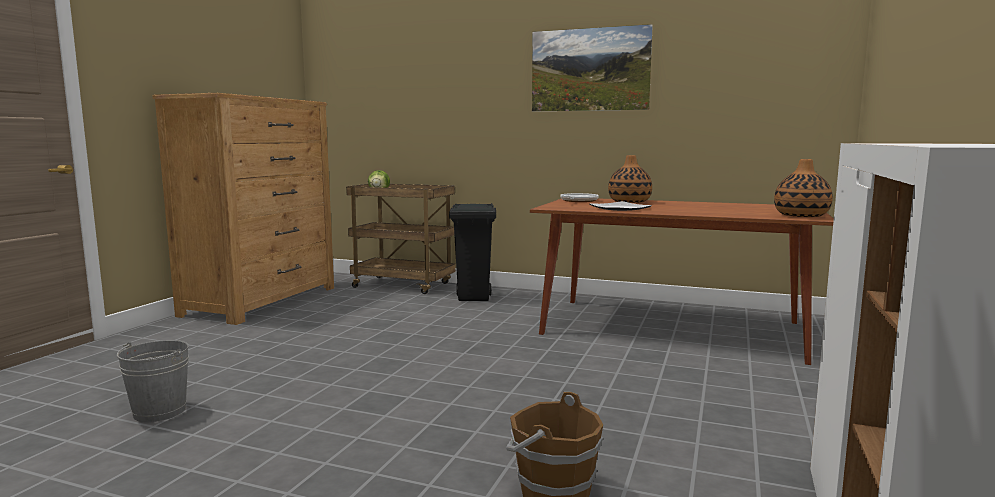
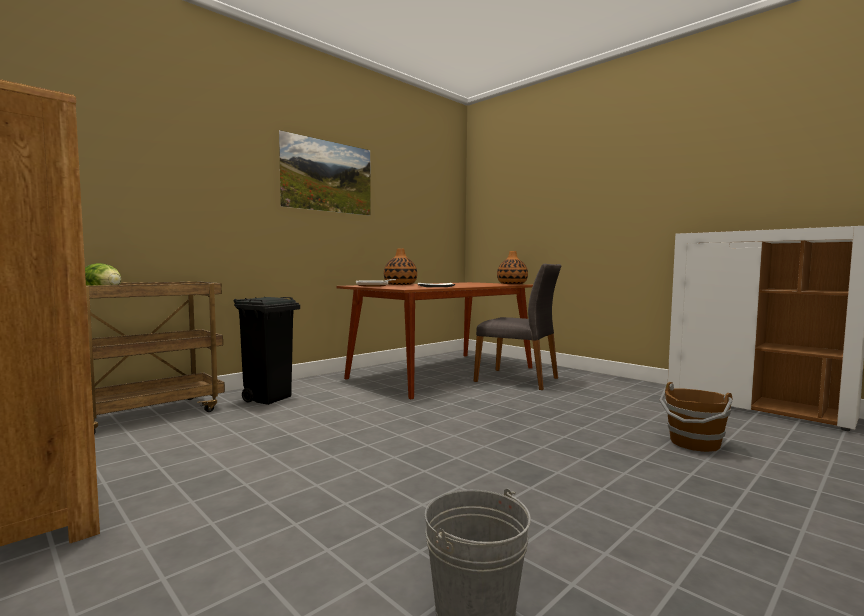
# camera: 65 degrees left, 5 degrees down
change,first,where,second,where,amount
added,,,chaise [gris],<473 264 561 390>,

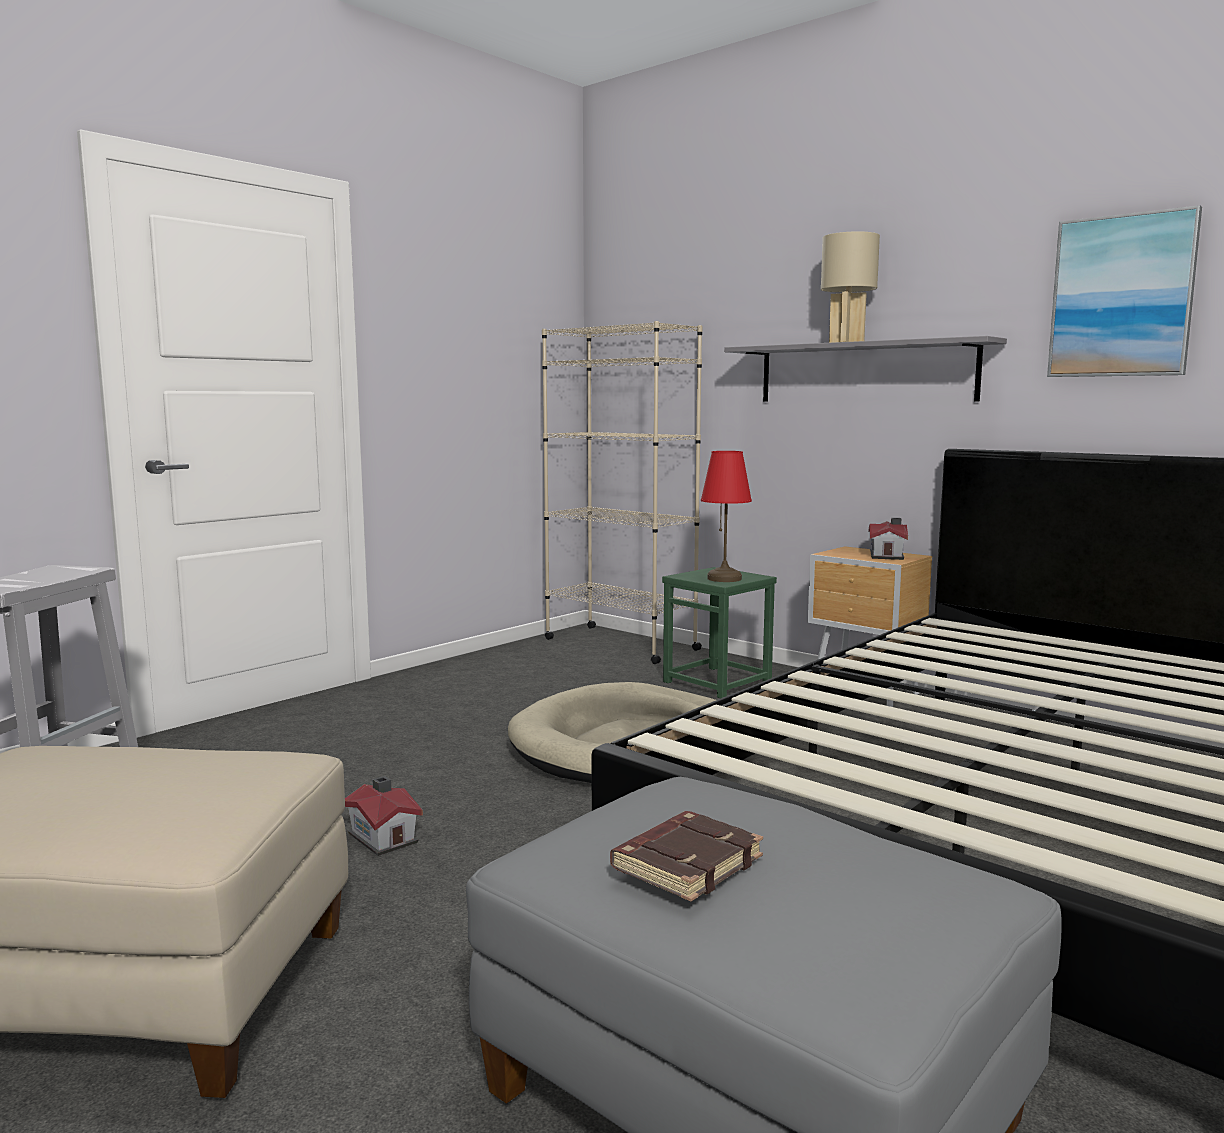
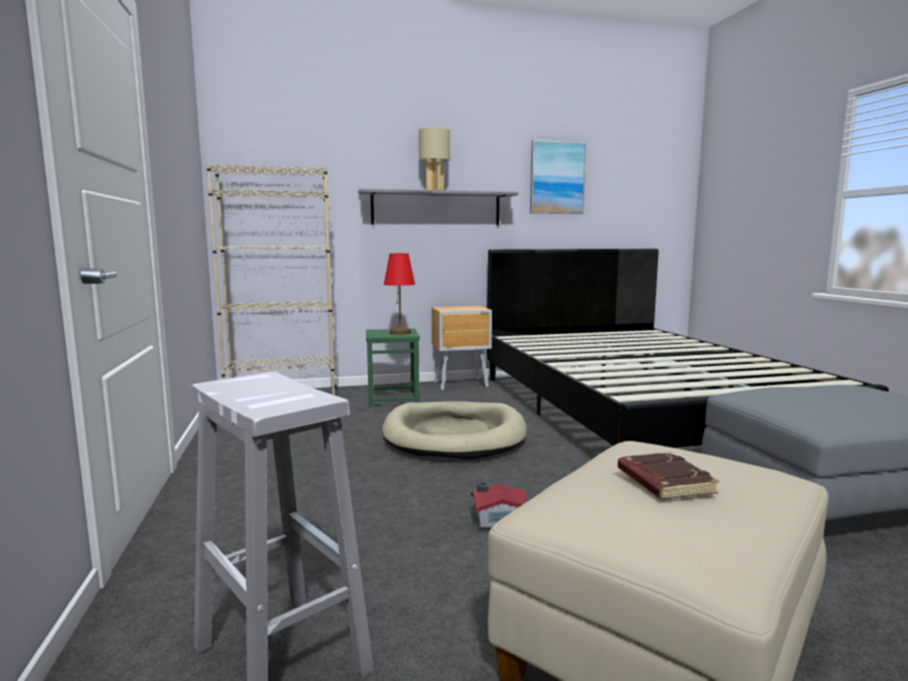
# camera: 55 degrees left, 0 degrees up
change,first,where,second,where,amount
removed,maison miniature,<869 518 908 560>,,,
moved,livre [marron],<610 811 763 901>,,<618 452 719 500>,

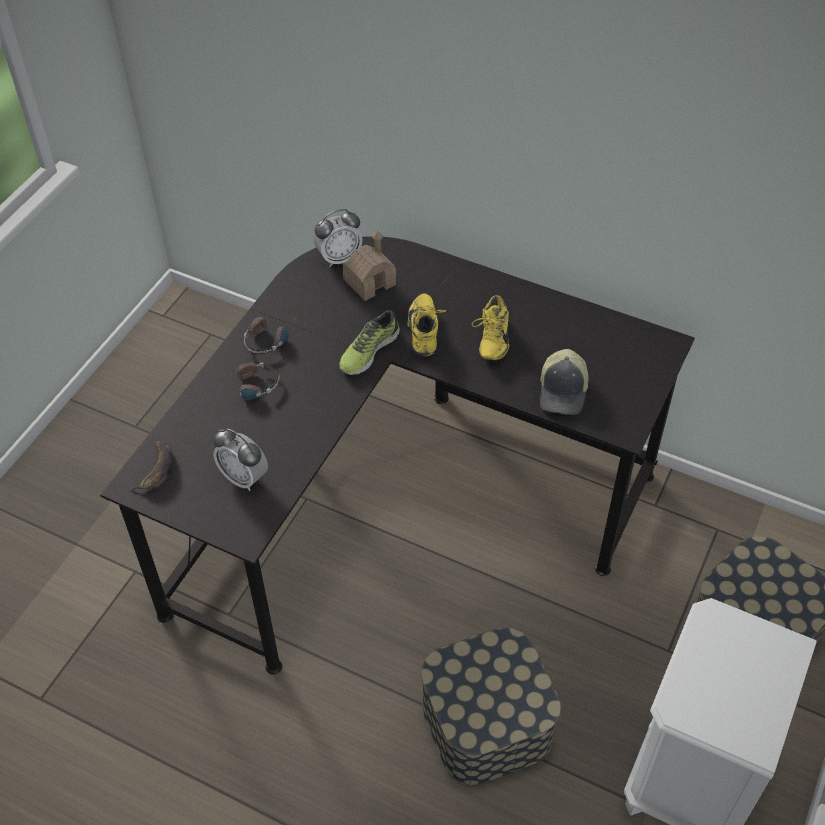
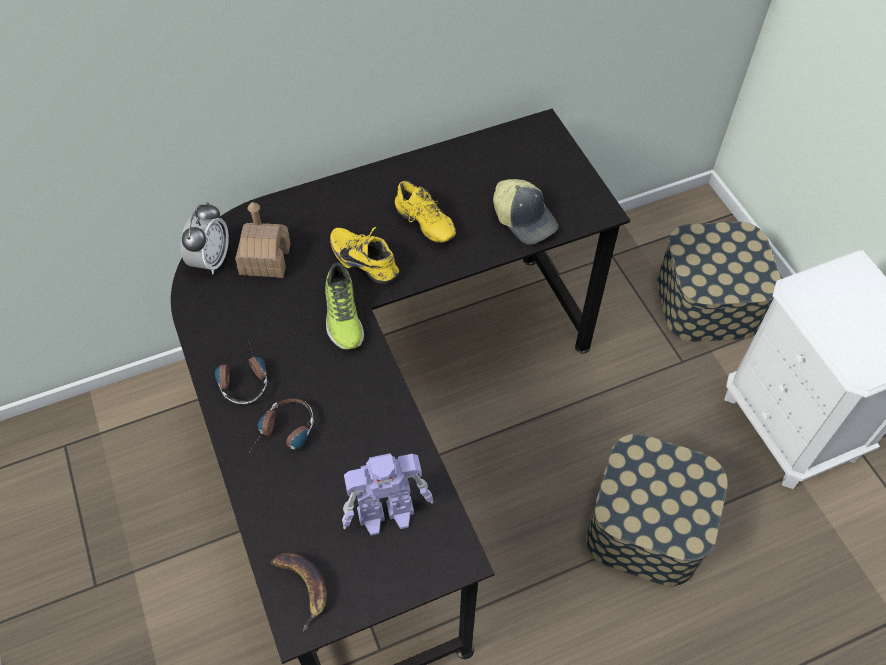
# camera: 50 degrees left, 5 degrees up
change,first,where,second,where,amount
replaced,réveil,<213 429 268 491>,robot jouet,<342 453 433 536>,

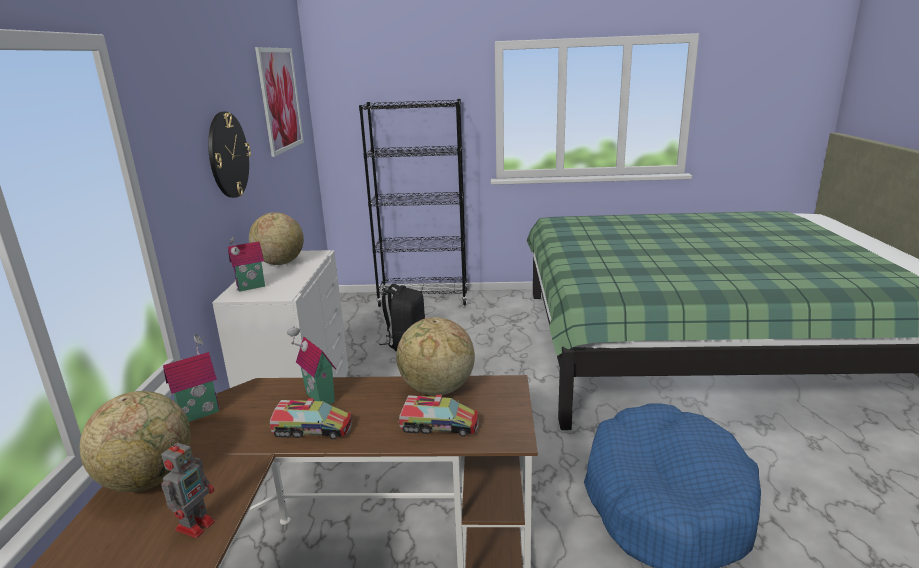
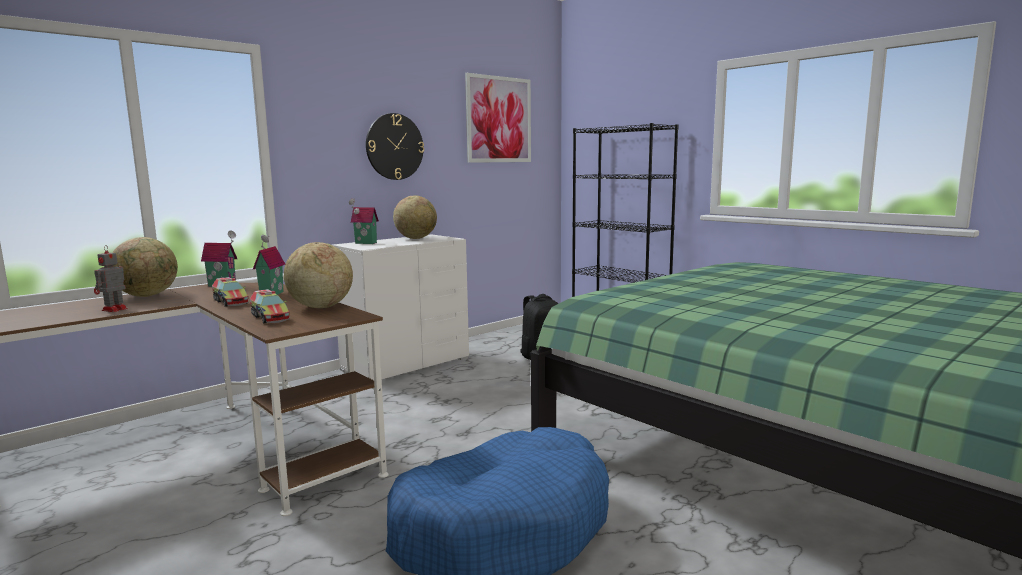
# camera: 45 degrees right, 10 degrees down
change,first,where,second,where,amount
turned,robot jouet,<161 438 215 538>,,<94 245 128 312>,135 degrees clockwise

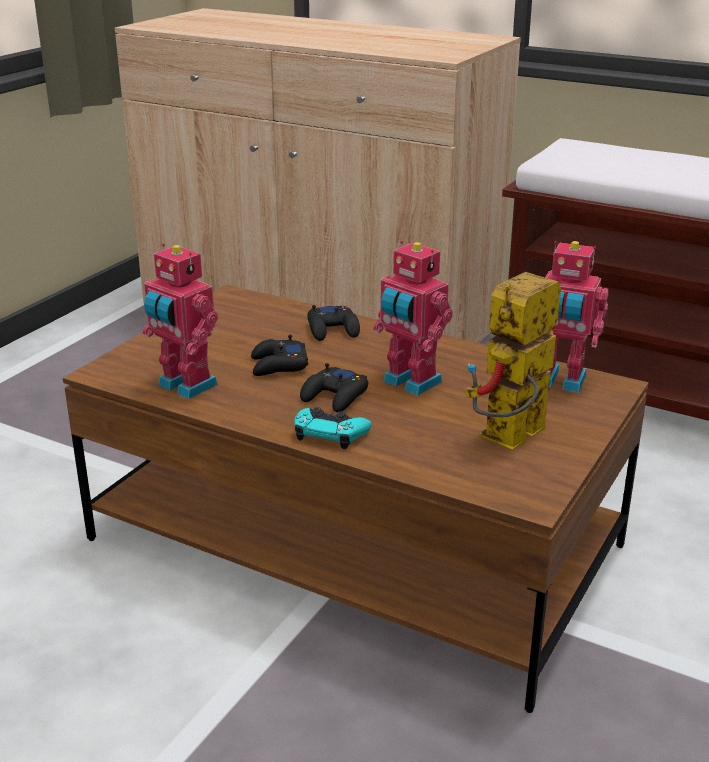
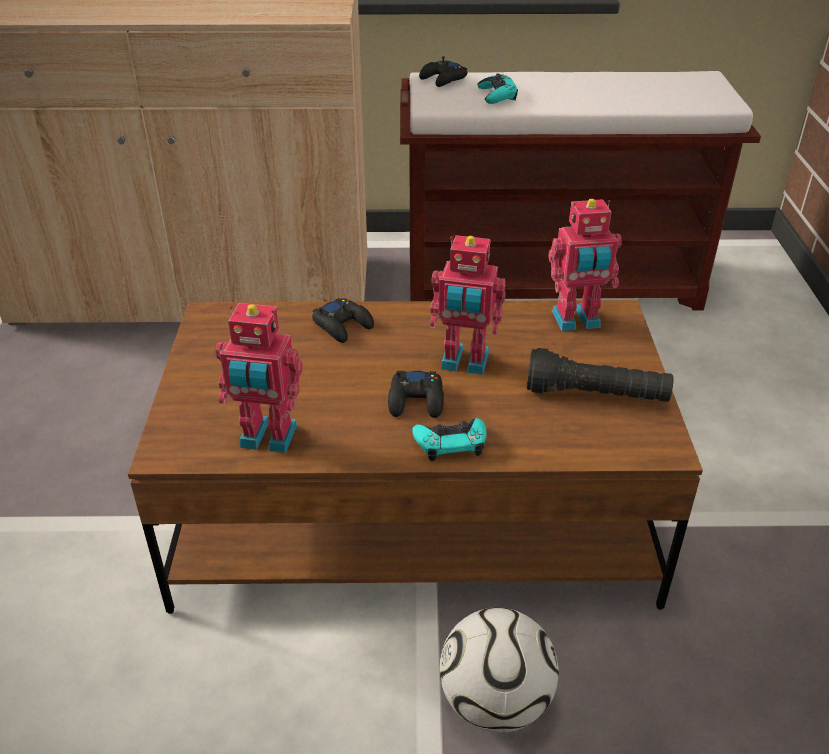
# camera: 30 degrees left, 10 degrees up
change,first,where,second,where,amount
added,,,ballon de foot,<440 607 559 733>,
added,,,manette [turquoise],<478 74 518 104>,
moved,manette [noir],<251 335 308 376>,,<419 56 467 87>,
replaced,robot jouet,<465 272 561 449>,lampe de poche [noir],<527 348 673 402>,

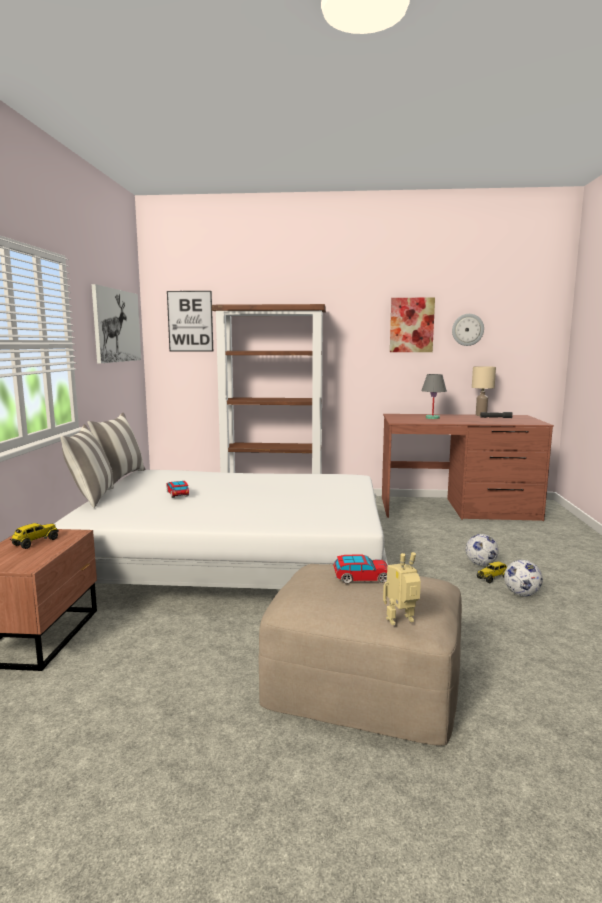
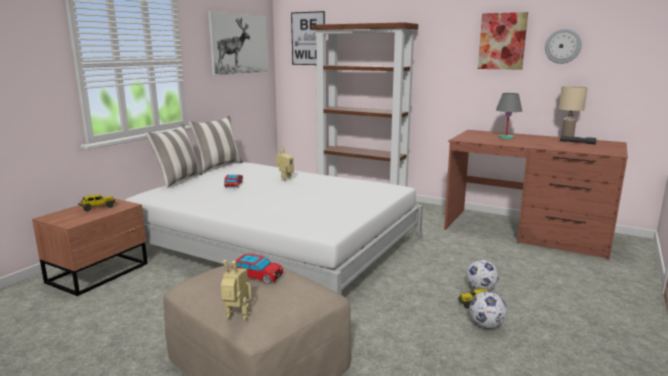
# camera: 25 degrees right, 5 degrees up
change,first,where,second,where,amount
added,,,robot jouet,<276 146 294 181>,

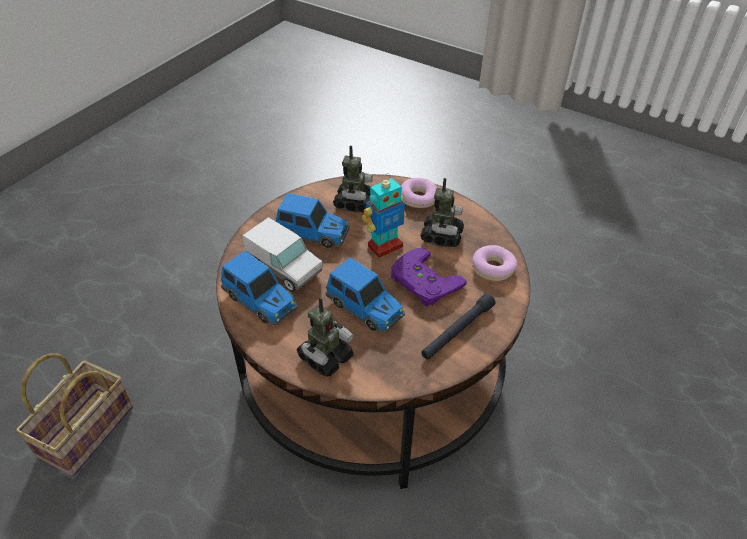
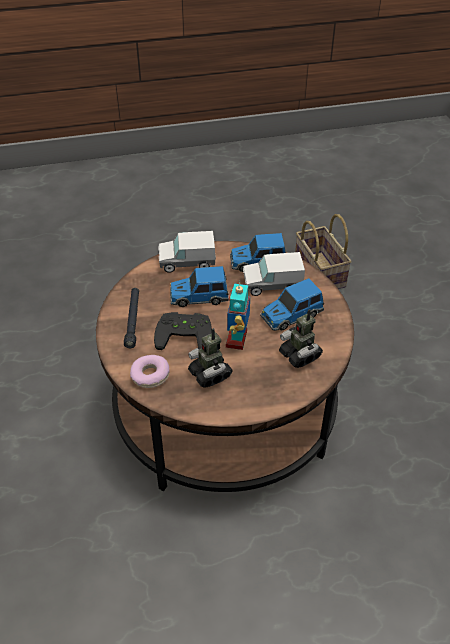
# camera: 135 degrees right, 0 degrees up
change,first,where,second,where,amount
removed,beignet,<401 178 437 208>,,,
replaced,robot jouet,<297 298 354 377>,camion jouet,<158 231 216 273>,
recoloured,manette [violet],<391 248 467 307>,manette [noir],<154 312 212 350>,

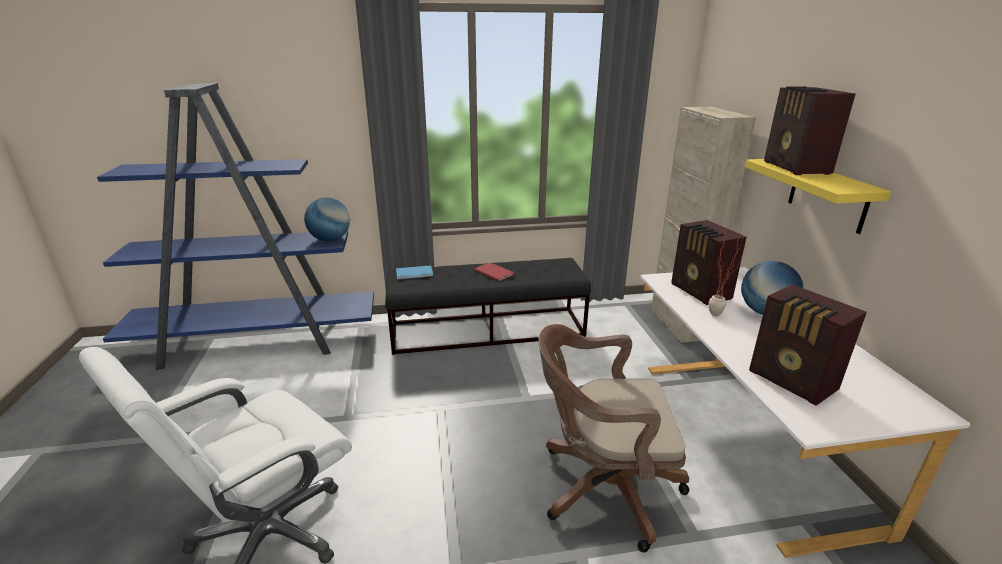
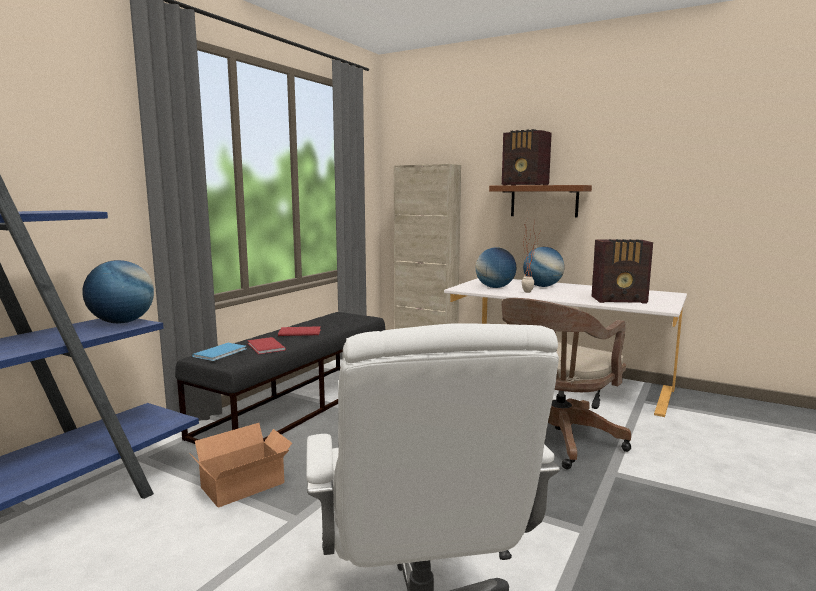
# camera: 50 degrees left, 15 degrees down
change,first,where,second,where,amount
added,,,carton,<189 423 292 508>,
added,,,livre [rouge],<248 337 286 354>,
replaced,radio,<671 220 746 305>,globe,<476 247 516 288>,
recoloured,étagère [jaune],<745 159 891 234>,étagère [marron],<489 185 592 218>,

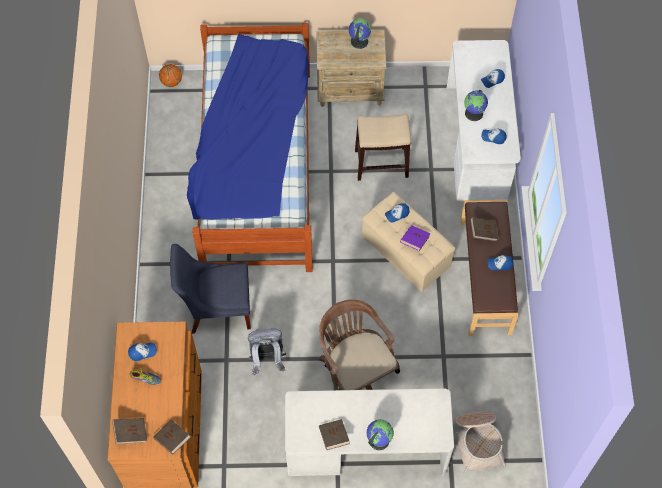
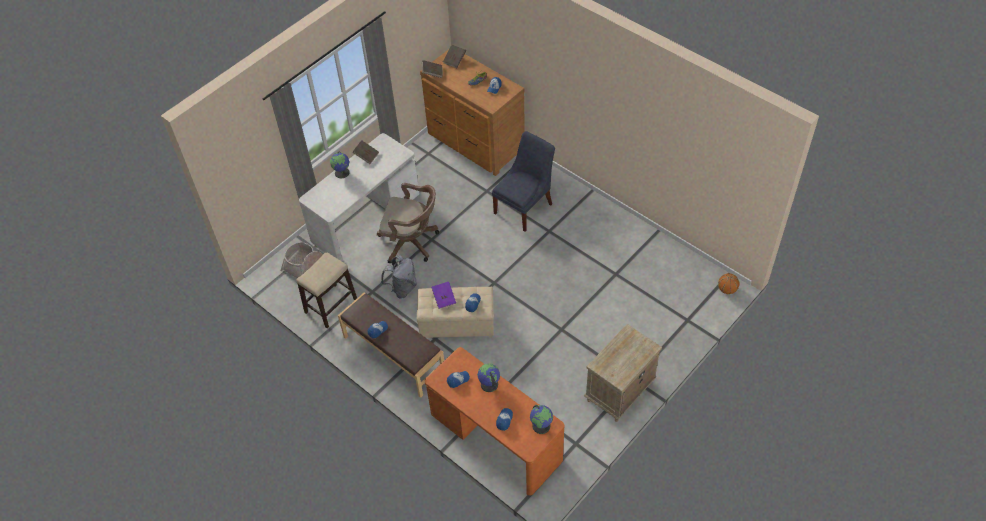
# camera: 135 degrees right, 10 degrees down
change,first,where,second,where,amount
removed,lit,<187 23 312 272>,,,
removed,livre [marron],<470 217 499 241>,,,
moved,sac à dos [gris],<248 328 286 375>,,<381 255 417 299>,
moved,globe,<349 18 371 49>,,<530 405 553 434>,
moved,tabouret,<355 114 411 181>,,<296 253 357 328>,
recoloured,bureau [blanc],<446 40 521 201>,bureau [orange],<425 347 564 496>,

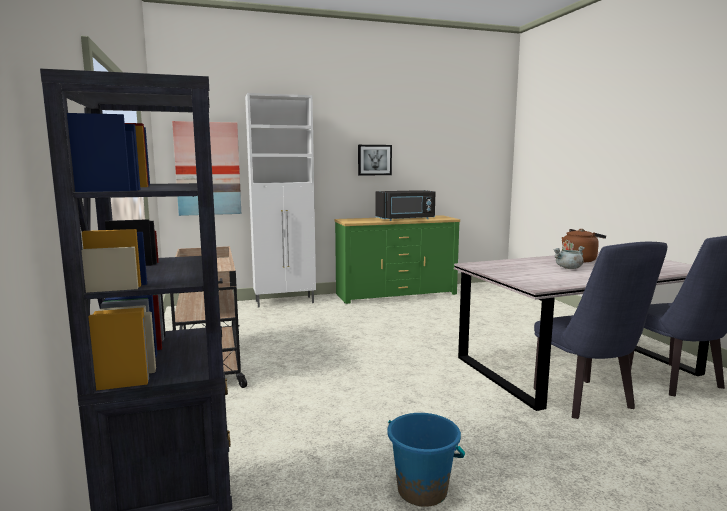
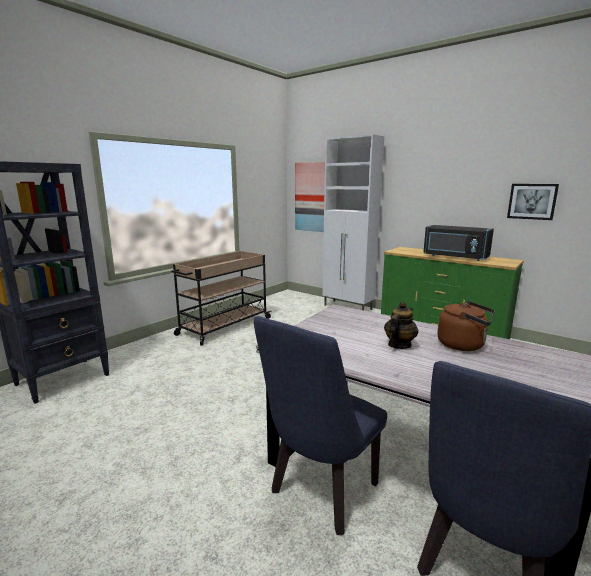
# camera: 55 degrees right, 5 degrees up
change,first,where,second,where,amount
removed,seau [bleu],<387 413 465 507>,,,
moved,tableau,<358 145 392 176>,,<507 184 559 220>,
replaced,marmite [gris],<553 246 585 269>,théière,<384 302 418 349>,

